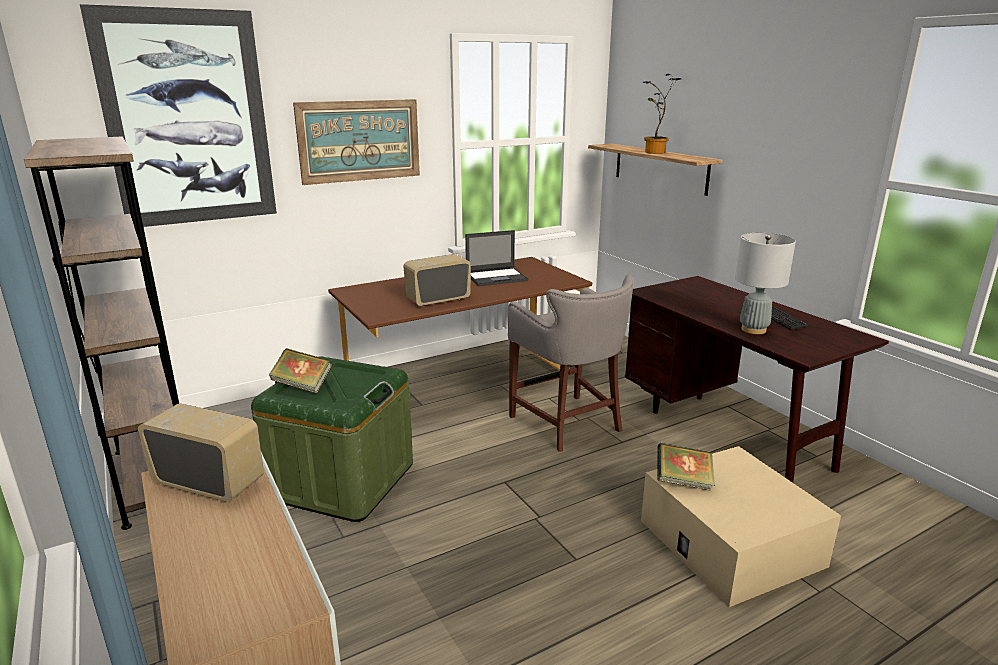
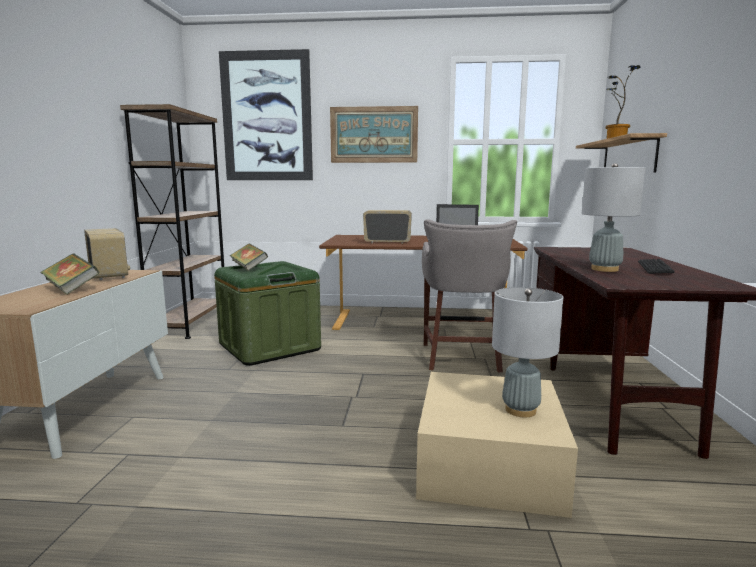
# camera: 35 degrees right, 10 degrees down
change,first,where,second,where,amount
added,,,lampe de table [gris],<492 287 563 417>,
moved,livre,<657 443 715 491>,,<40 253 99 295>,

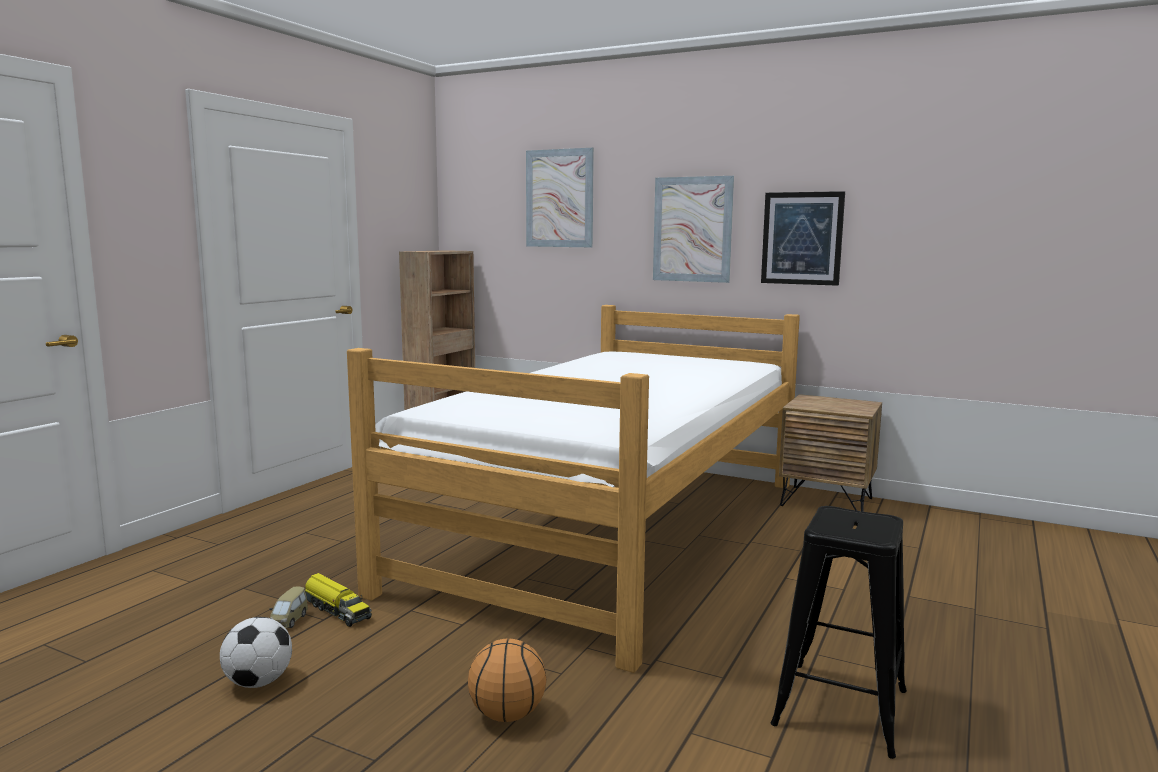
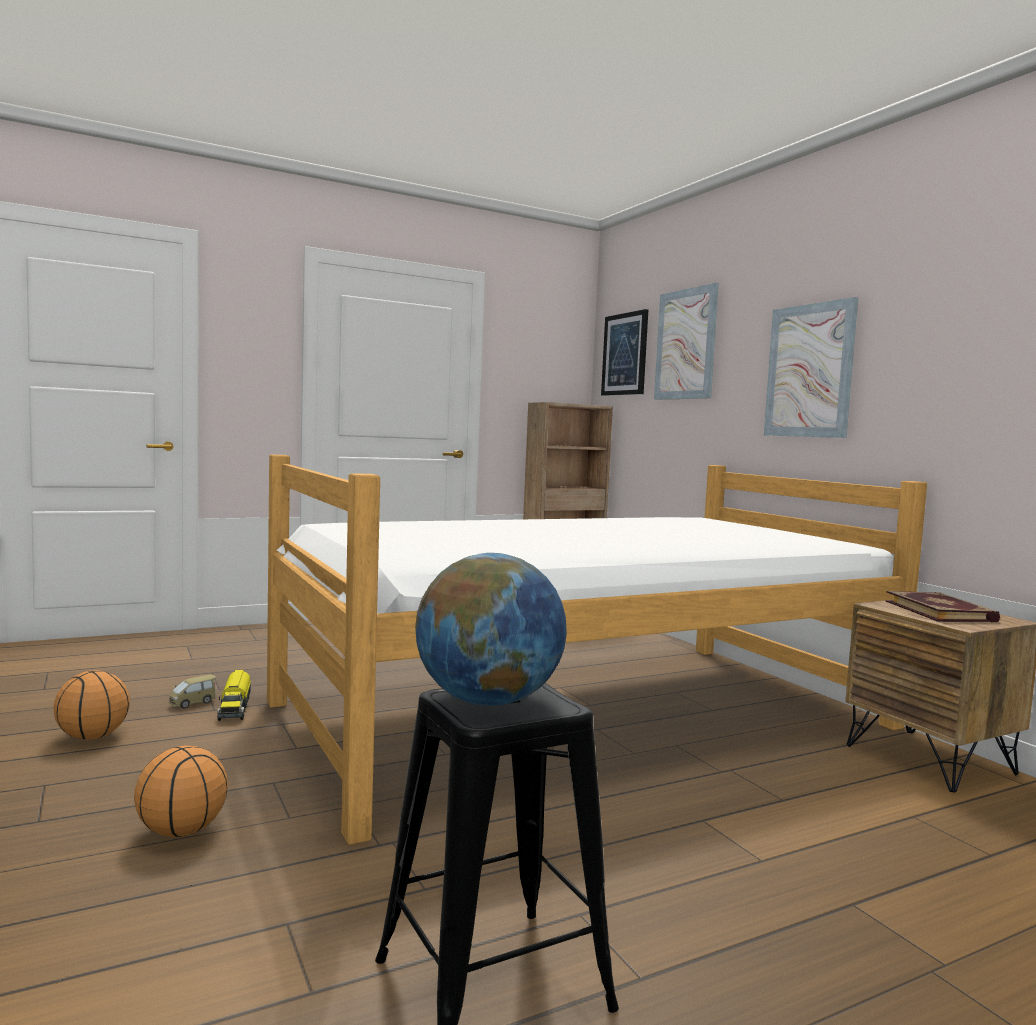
# camera: 35 degrees right, 5 degrees down
change,first,where,second,where,amount
added,,,globe,<415 553 567 706>,
added,,,livre,<886 591 1000 622>,
moved,tableau,<761 191 845 286>,,<601 309 648 396>,
replaced,ballon de foot,<220 617 292 688>,ballon de basket,<54 670 130 740>,

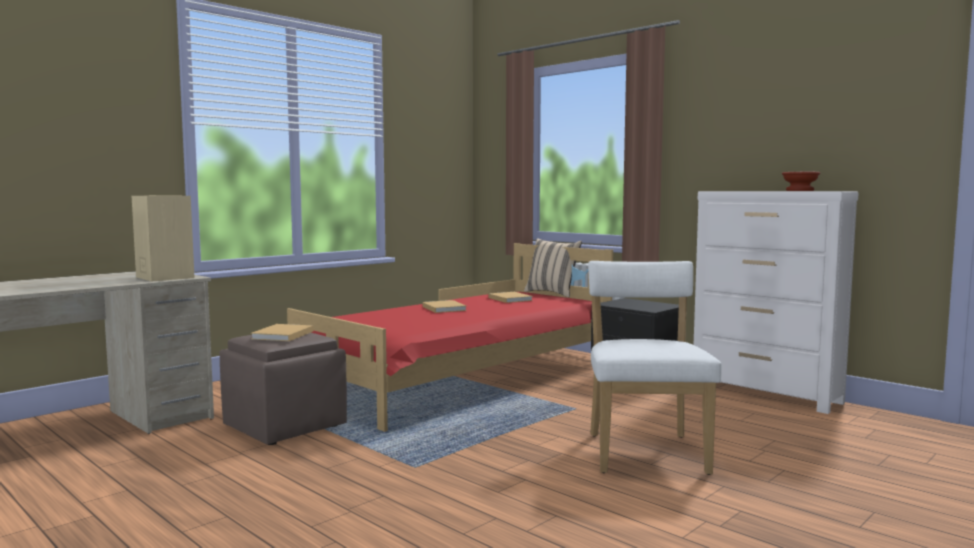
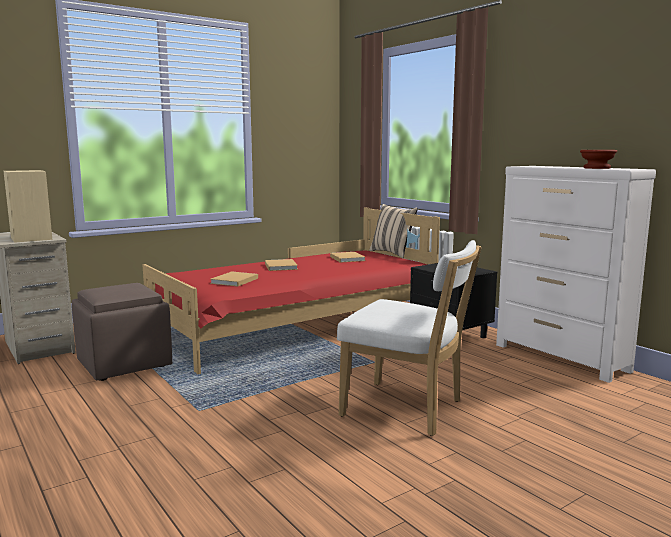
# camera: 10 degrees right, 5 degrees up
change,first,where,second,where,amount
moved,livre [beige],<250 324 314 341>,,<210 271 258 287>,
turned,chaise [blanc],<588 261 722 475>,,<337 240 482 436>,105 degrees clockwise

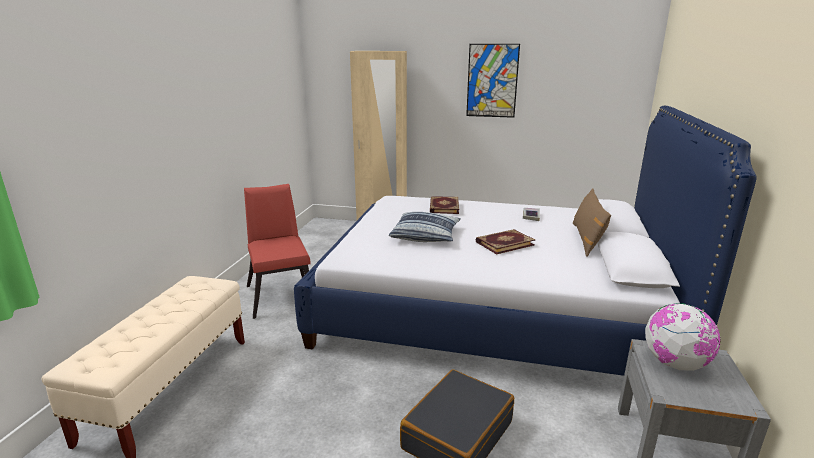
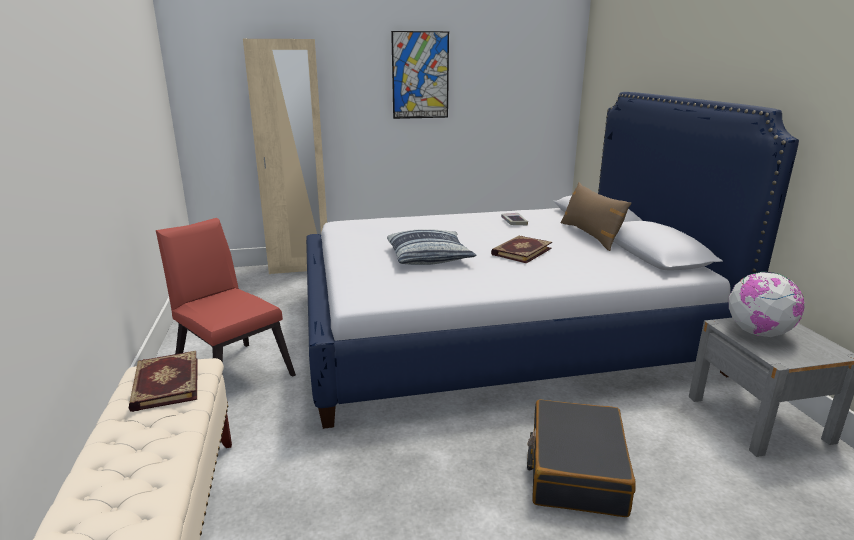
# camera: 25 degrees left, 0 degrees up
change,first,where,second,where,amount
moved,livre,<430 196 459 214>,,<128 351 198 412>,

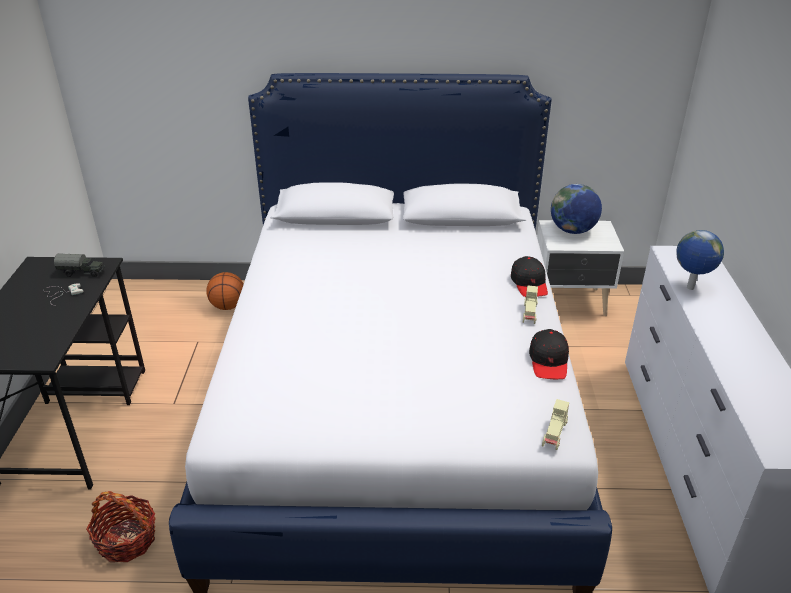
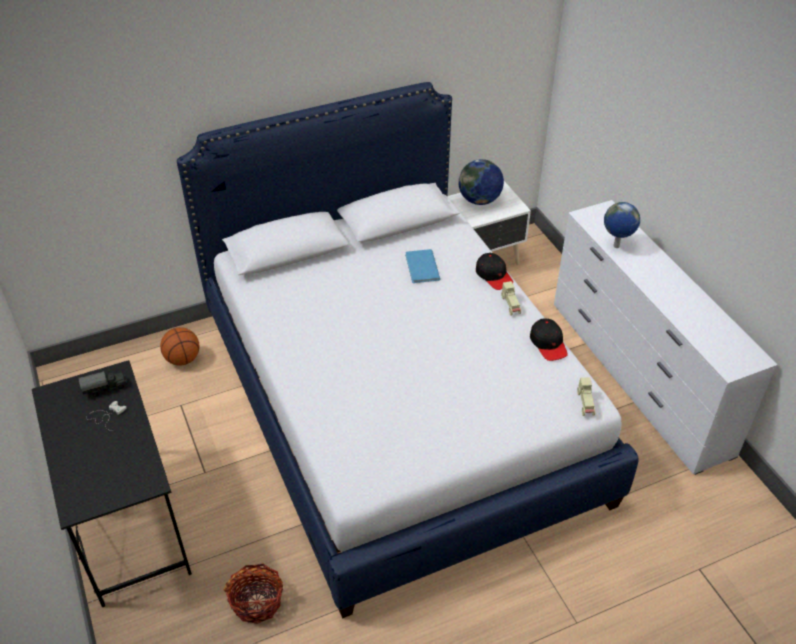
# camera: 25 degrees left, 10 degrees up
change,first,where,second,where,amount
added,,,livre [bleu],<405 249 440 283>,

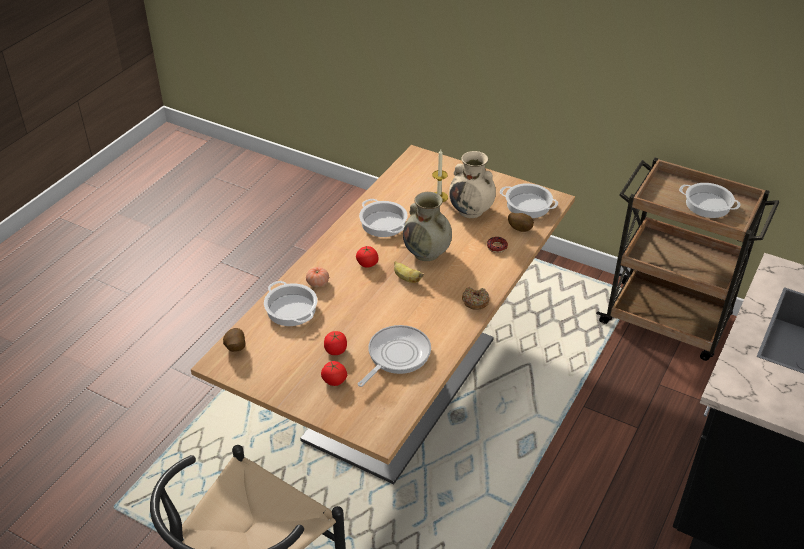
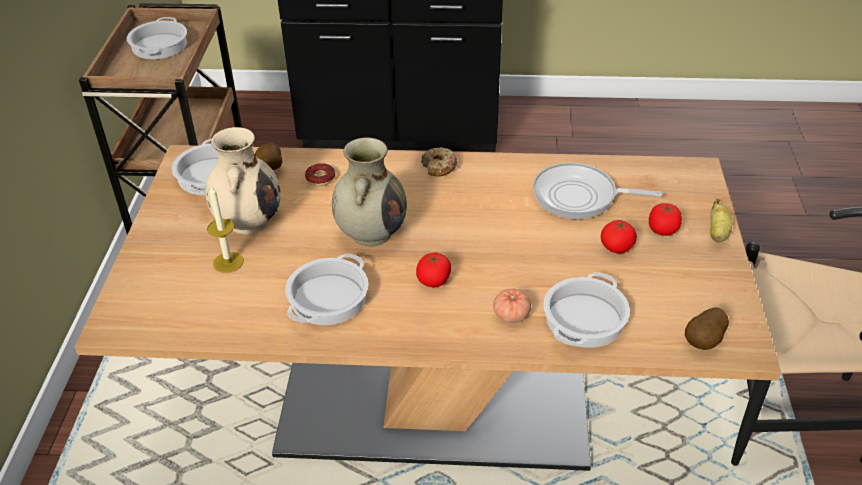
# camera: 115 degrees left, 0 degrees up
change,first,where,second,where,amount
moved,banane,<394 261 424 283>,,<710 198 732 242>,

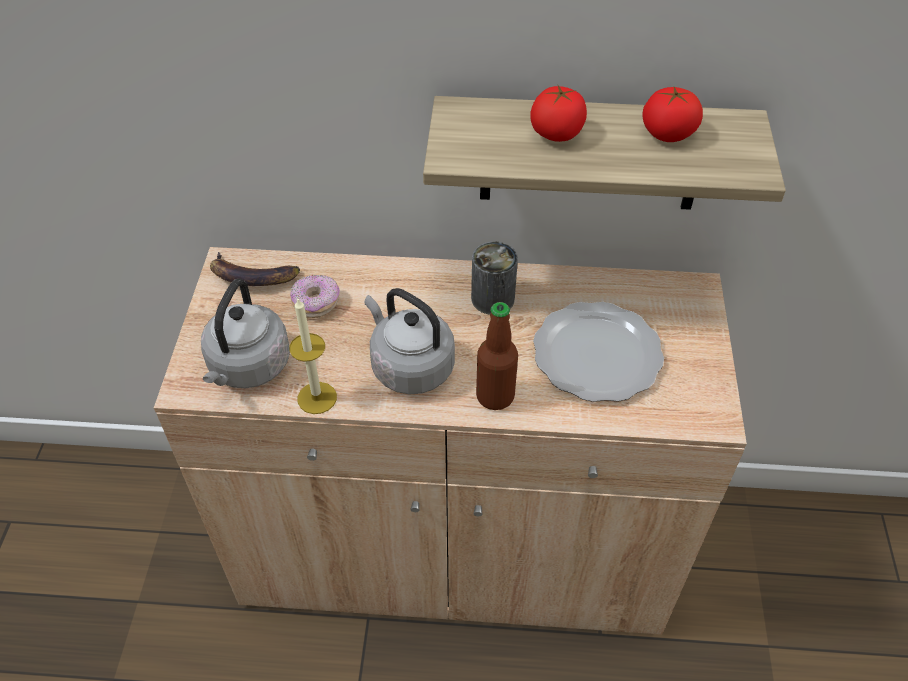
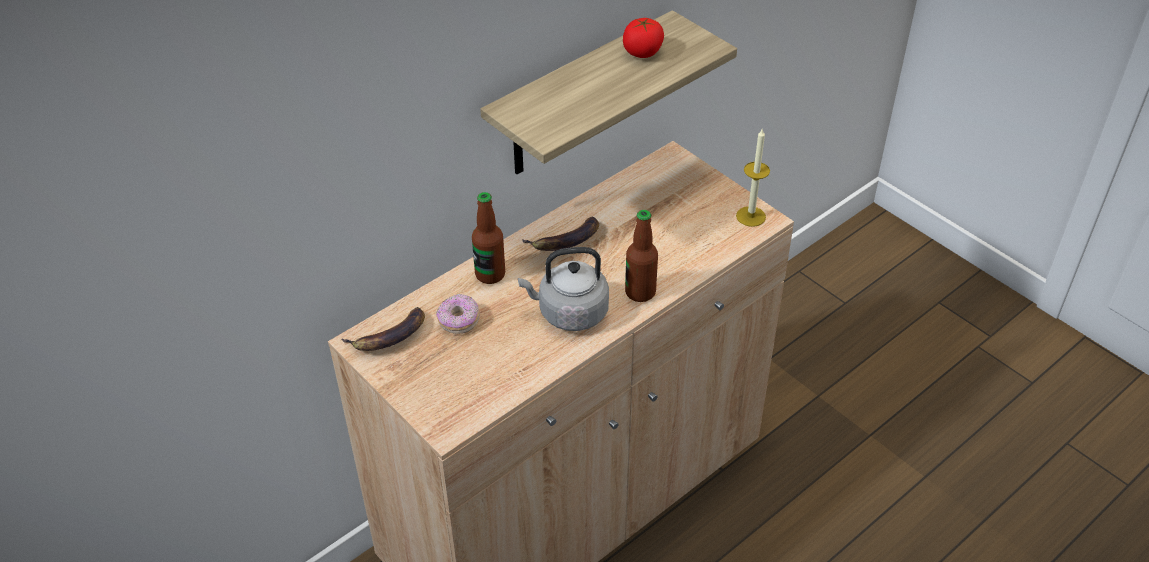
# camera: 45 degrees left, 5 degrees down
change,first,where,second,where,amount
removed,bouilloire [gris],<201 279 290 388>,,,
removed,tomate,<531 84 587 142>,,,
removed,assiette,<533 302 664 402>,,,
added,,,bouteille,<472 192 505 284>,
moved,bougie,<289 299 337 414>,,<736 128 770 227>,
replaced,boîte métallique,<471 242 518 315>,banane,<522 216 599 251>,

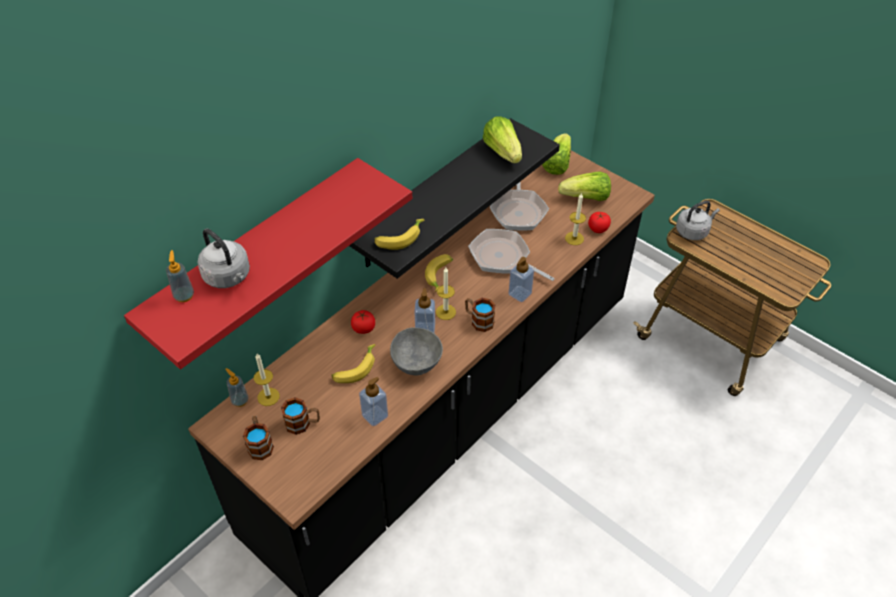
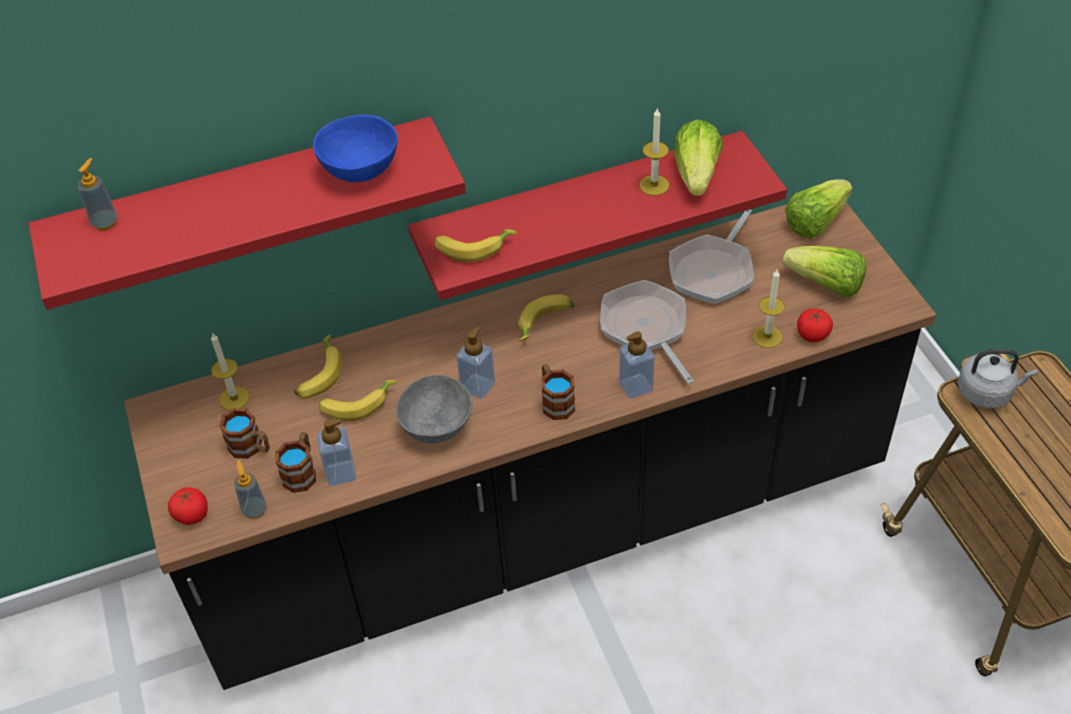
# camera: 30 degrees right, 0 degrees up
change,first,where,second,where,amount
removed,bouilloire [gris],<198 229 250 288>,,,
added,,,banane,<294 335 342 399>,
added,,,bol [bleu],<313 115 398 182>,
moved,distributeur de savon,<225 368 249 407>,,<234 460 267 519>,
moved,mug,<243 416 274 460>,,<275 432 316 493>,
moved,tomate,<351 310 375 334>,,<168 487 208 525>,
moved,bougie,<436 267 456 320>,,<640 107 669 195>,
recoloured,étagère [noir],<349 118 560 279>,étagère [rouge],<408 131 787 301>,

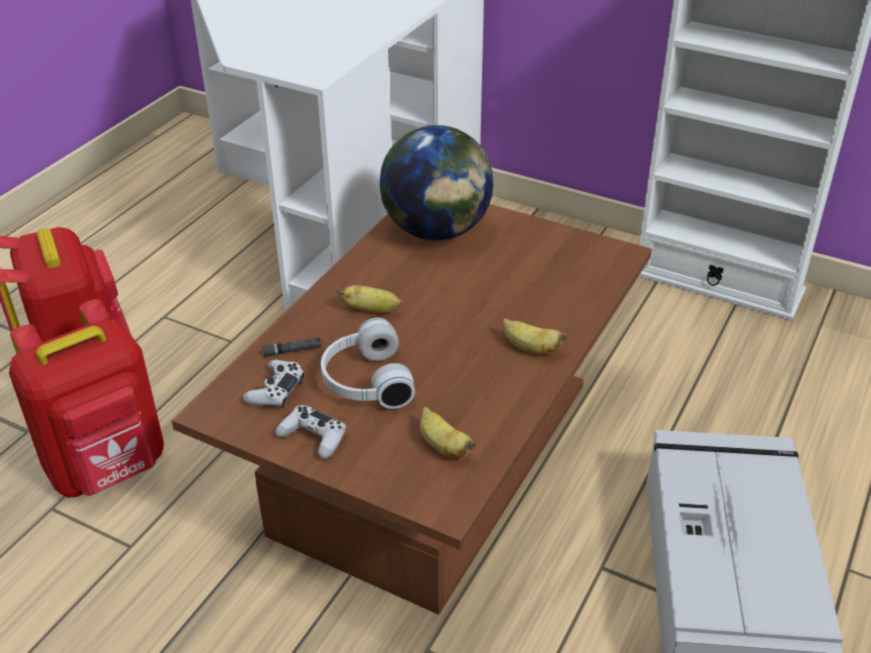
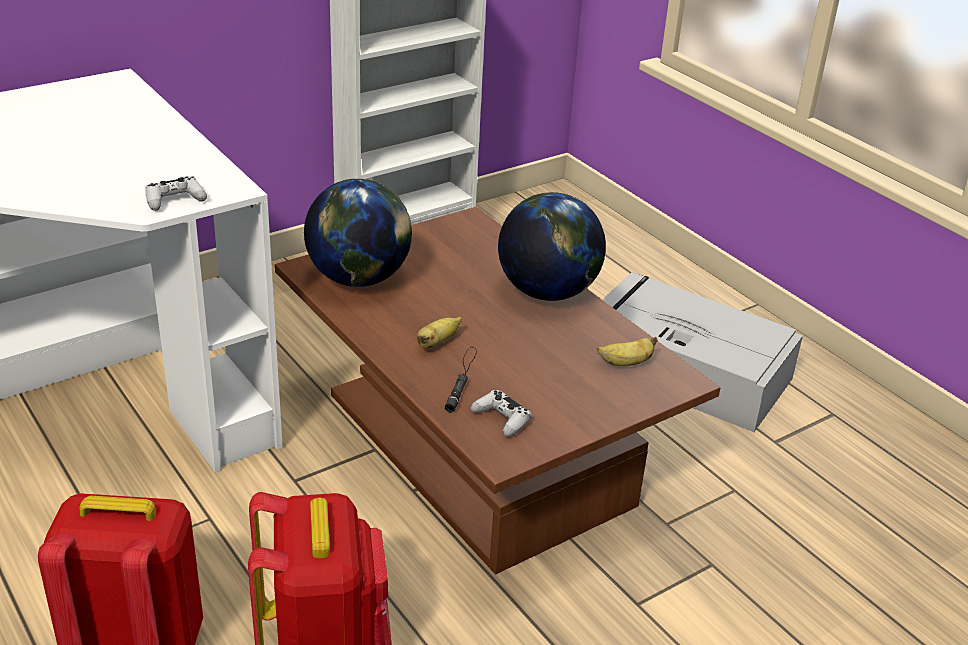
# camera: 65 degrees left, 5 degrees down
change,first,where,second,where,amount
removed,casque audio [blanc],<321 318 415 409>,,,
moved,manette [blanc],<275 405 346 459>,,<145 176 207 211>,
replaced,banane,<503 318 567 354>,globe,<498 192 606 301>,

